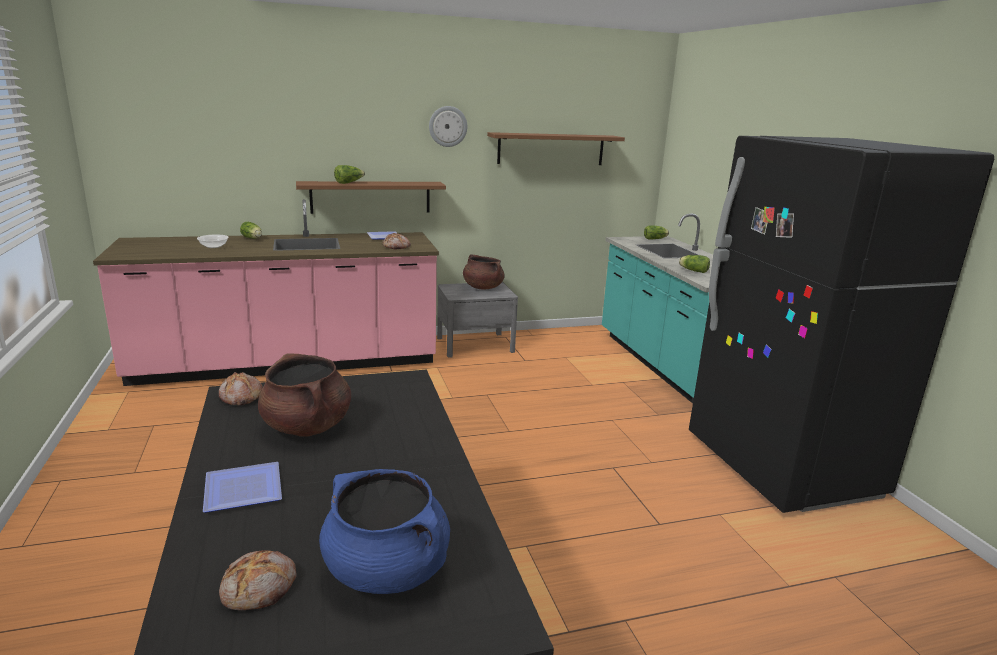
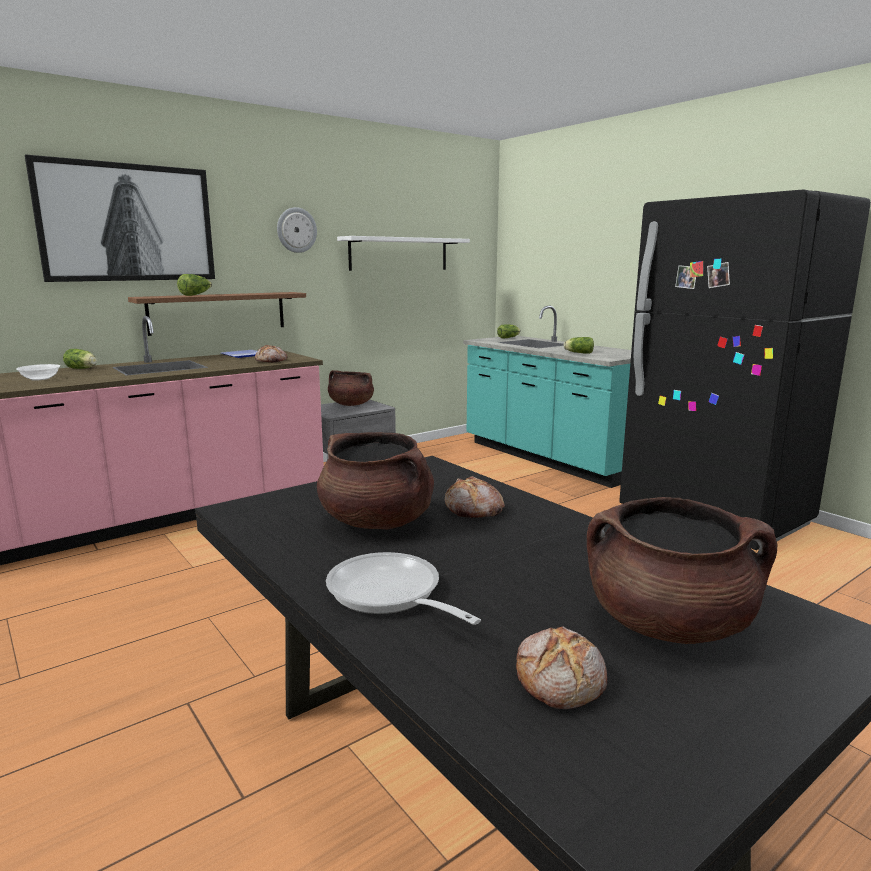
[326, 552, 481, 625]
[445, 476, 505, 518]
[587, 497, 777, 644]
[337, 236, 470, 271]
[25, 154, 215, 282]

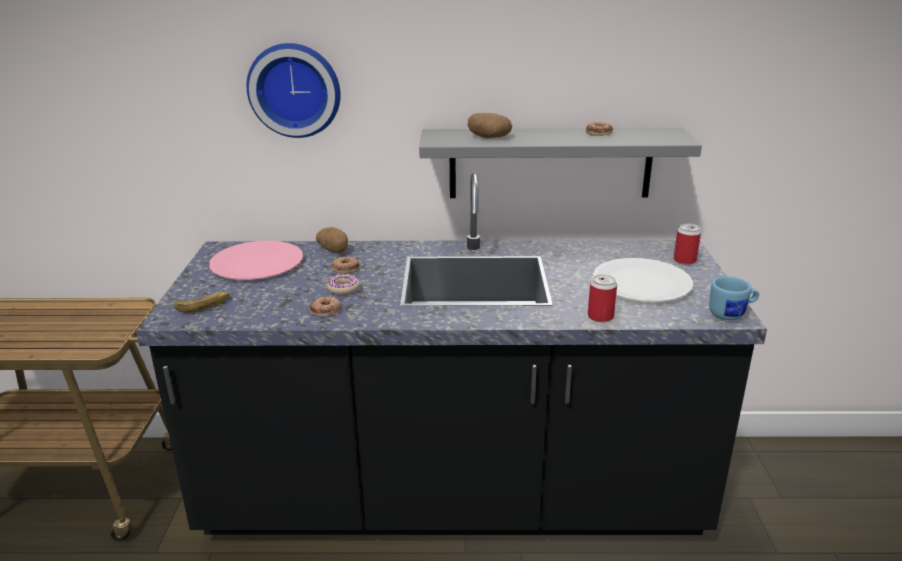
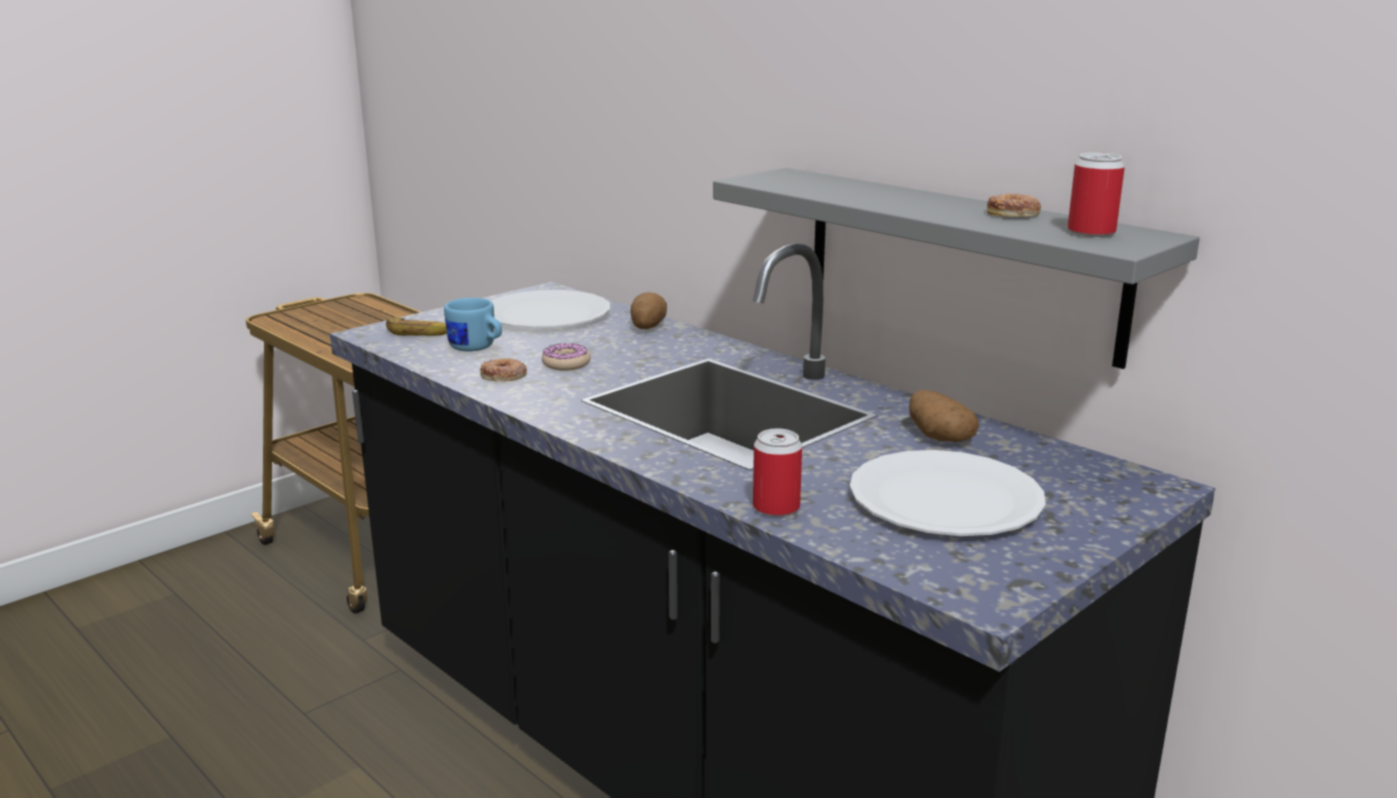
[491, 290, 610, 328]
[247, 43, 341, 138] (first image)
[331, 256, 360, 274] (first image)
[909, 390, 979, 442]
[1067, 152, 1125, 237]
[444, 298, 502, 352]

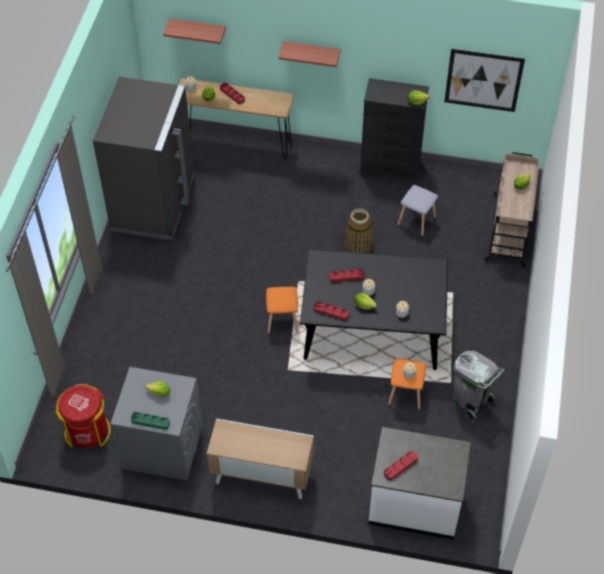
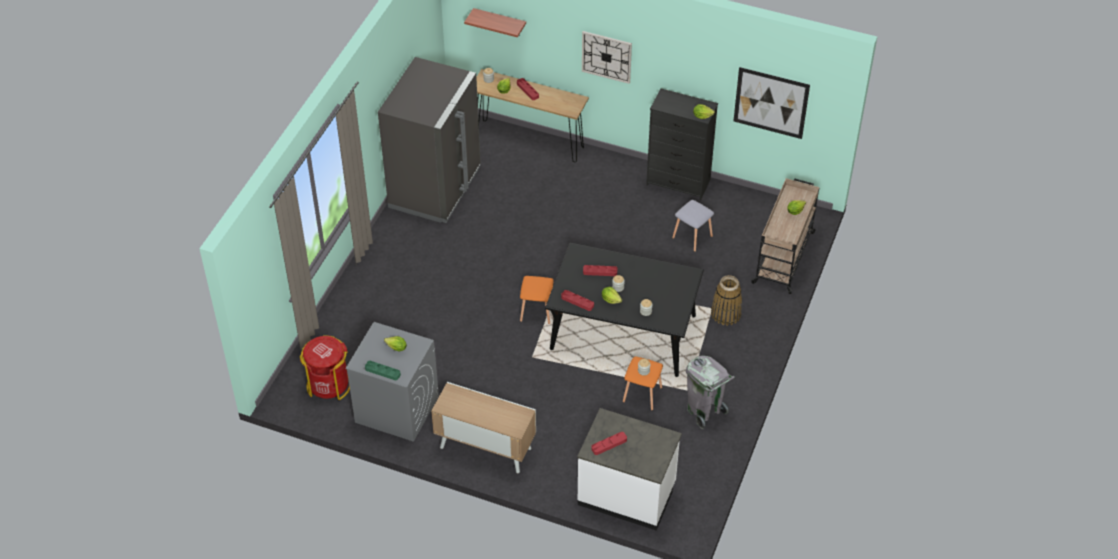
[582, 31, 632, 84]
[711, 275, 742, 326]

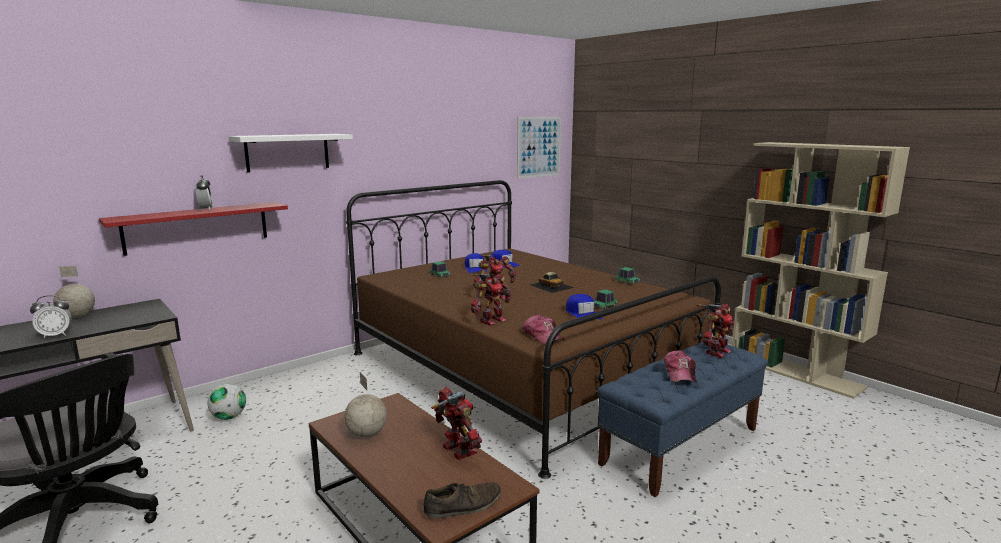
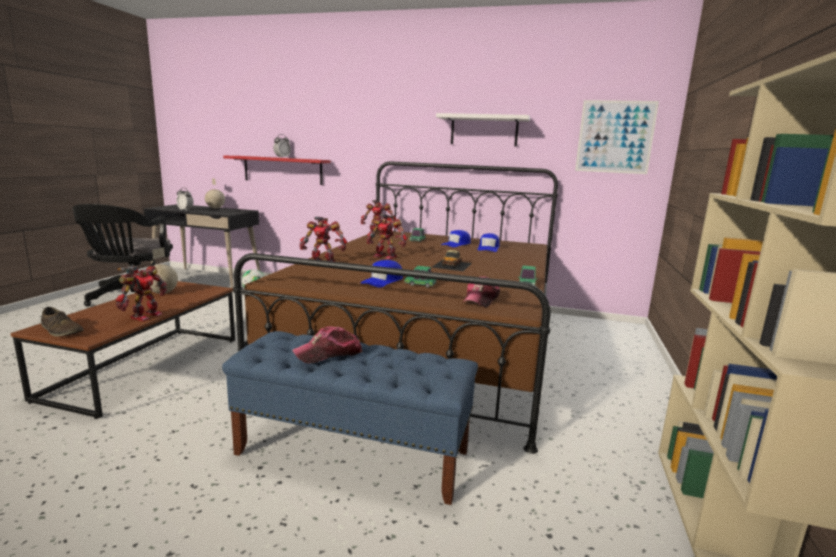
[436, 113, 530, 147]
[462, 276, 500, 308]
[361, 200, 396, 235]

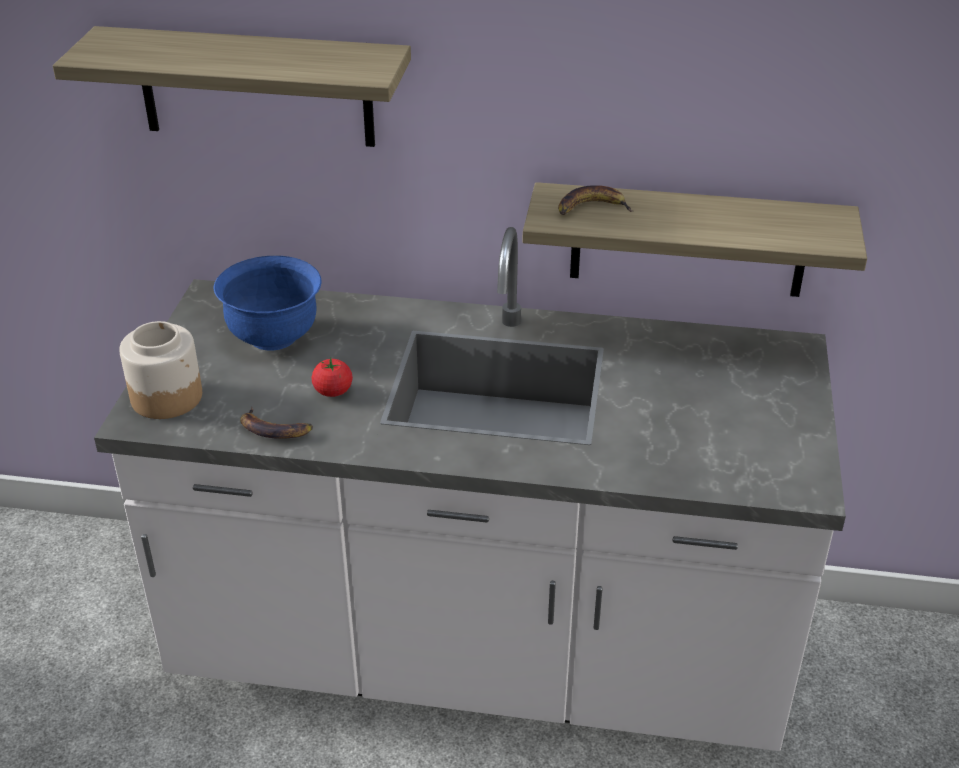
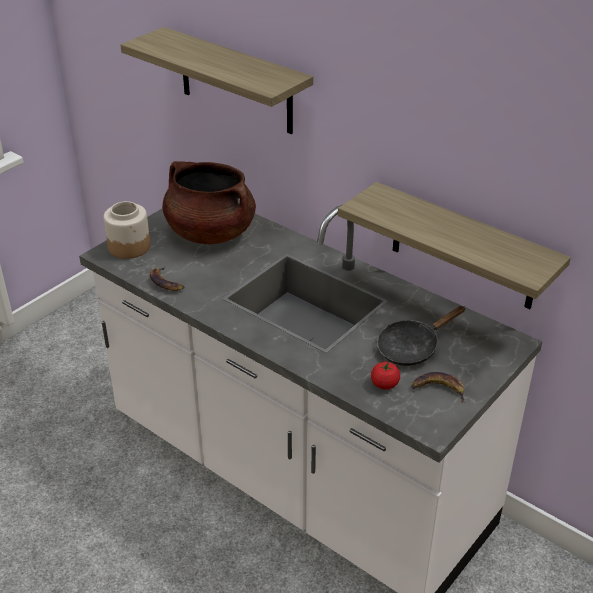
[162, 161, 256, 244]
[371, 361, 400, 389]
[412, 372, 465, 403]
[377, 306, 466, 366]

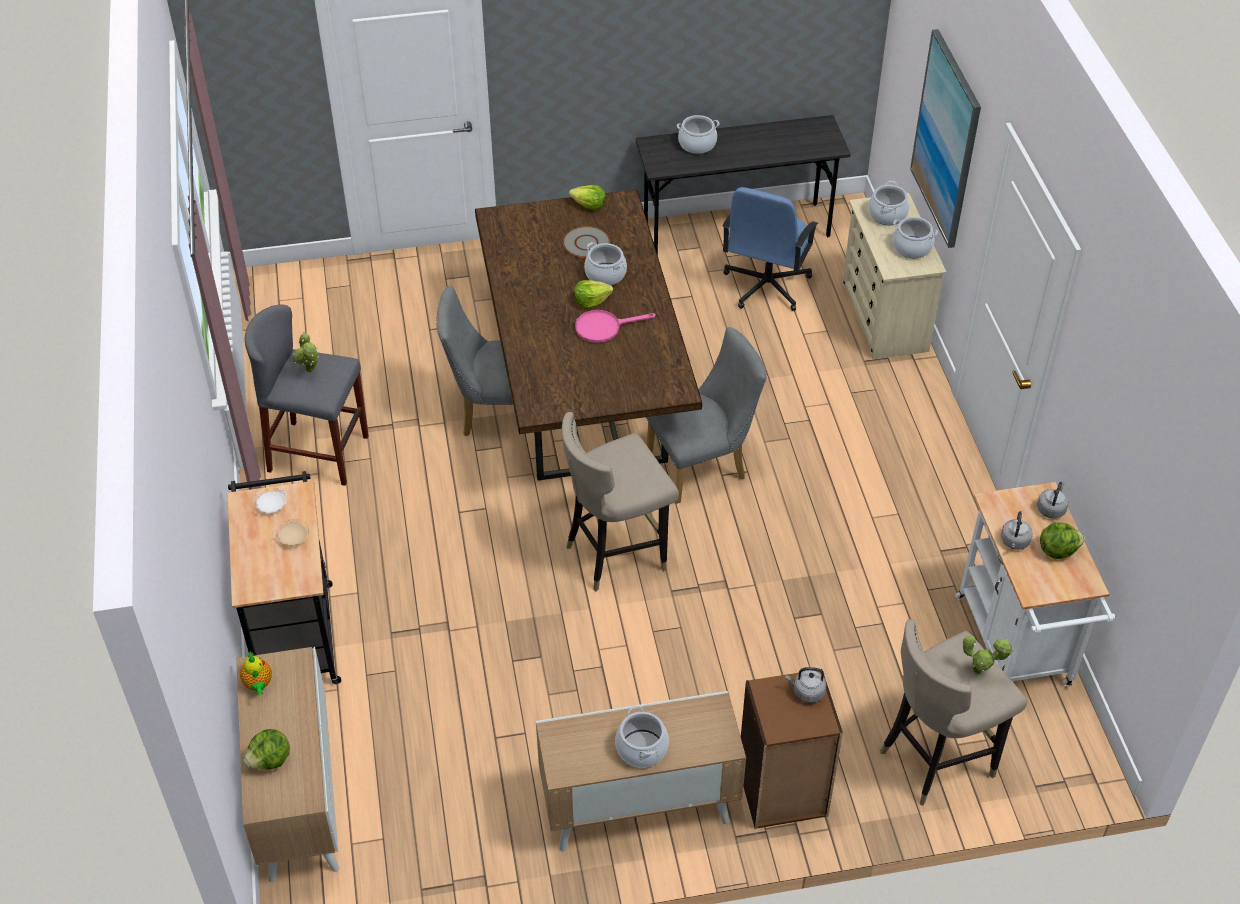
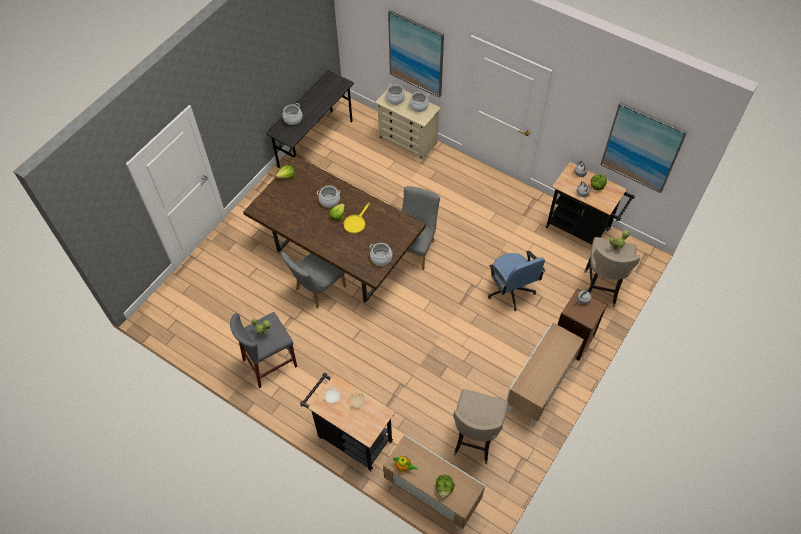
[453, 389, 508, 464]
[563, 226, 610, 258] (first image)
[343, 203, 370, 234]
[369, 243, 392, 266]
[488, 251, 545, 311]
[546, 162, 635, 245]
[600, 102, 687, 193]

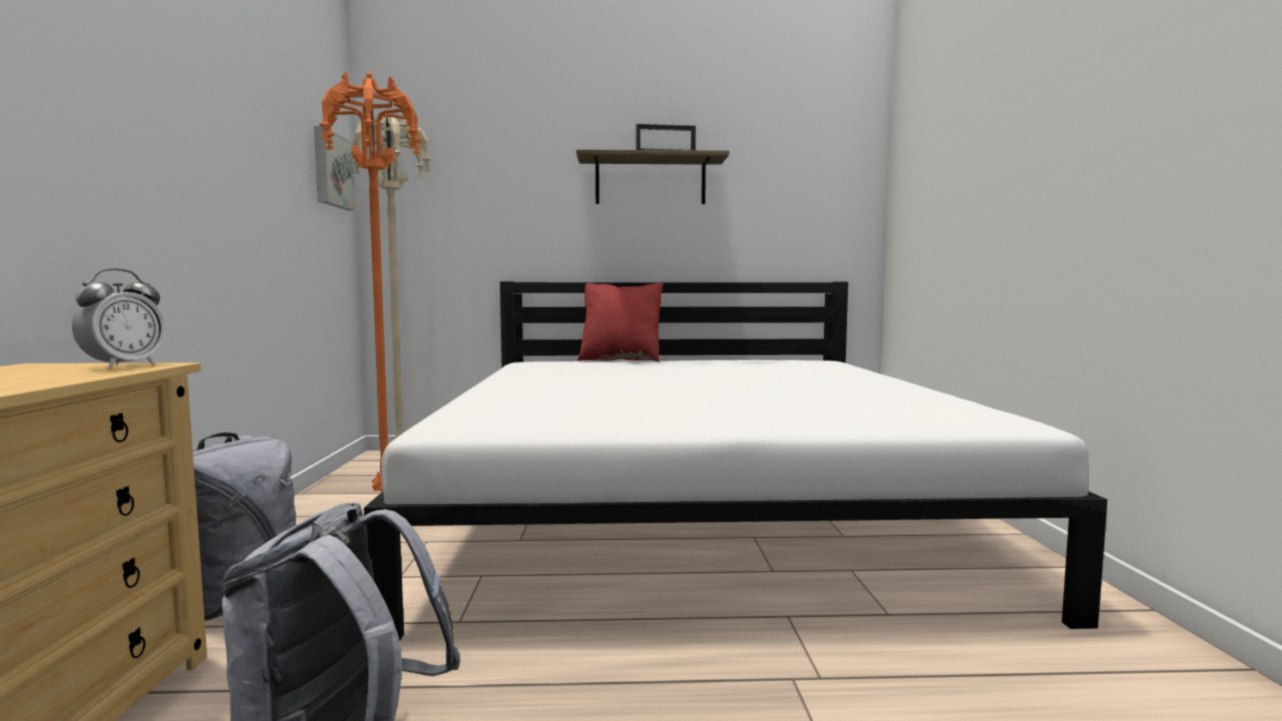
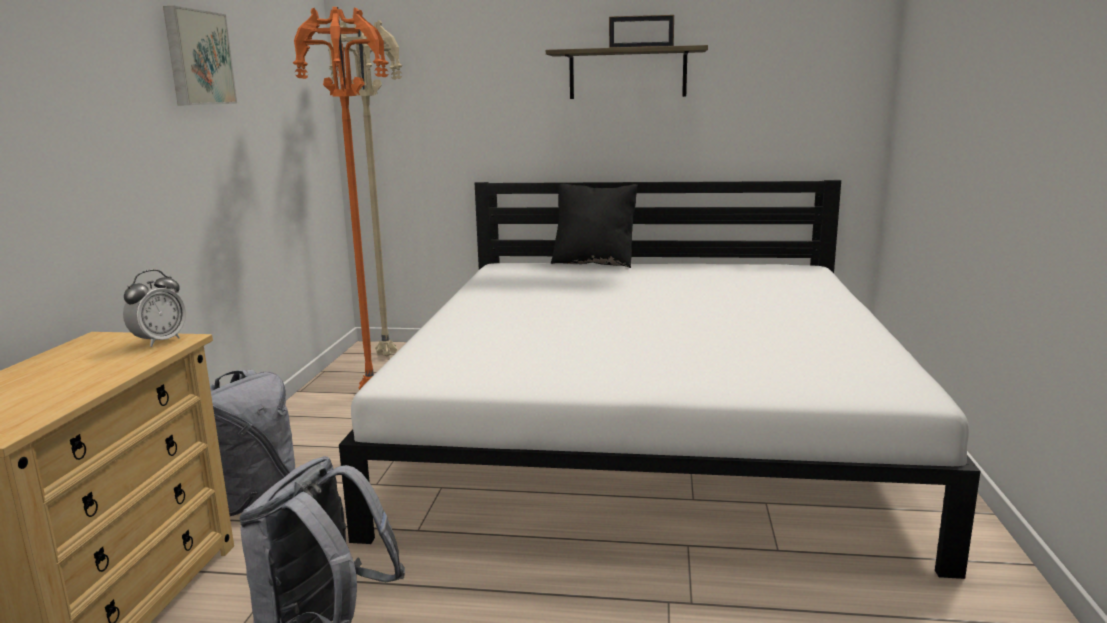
[163, 6, 237, 105]
[551, 184, 638, 268]

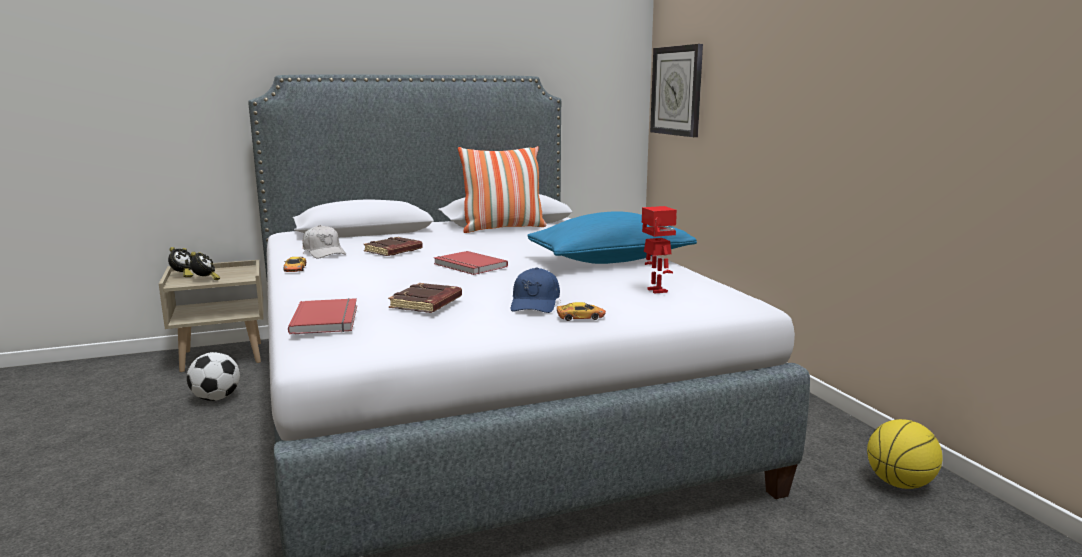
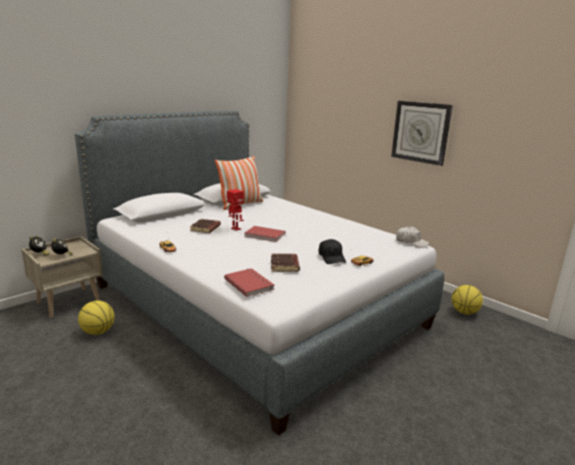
[78, 301, 115, 335]
[396, 226, 429, 248]
[319, 239, 346, 264]
[527, 211, 697, 264] (first image)
[227, 189, 244, 231]
[391, 101, 453, 166]

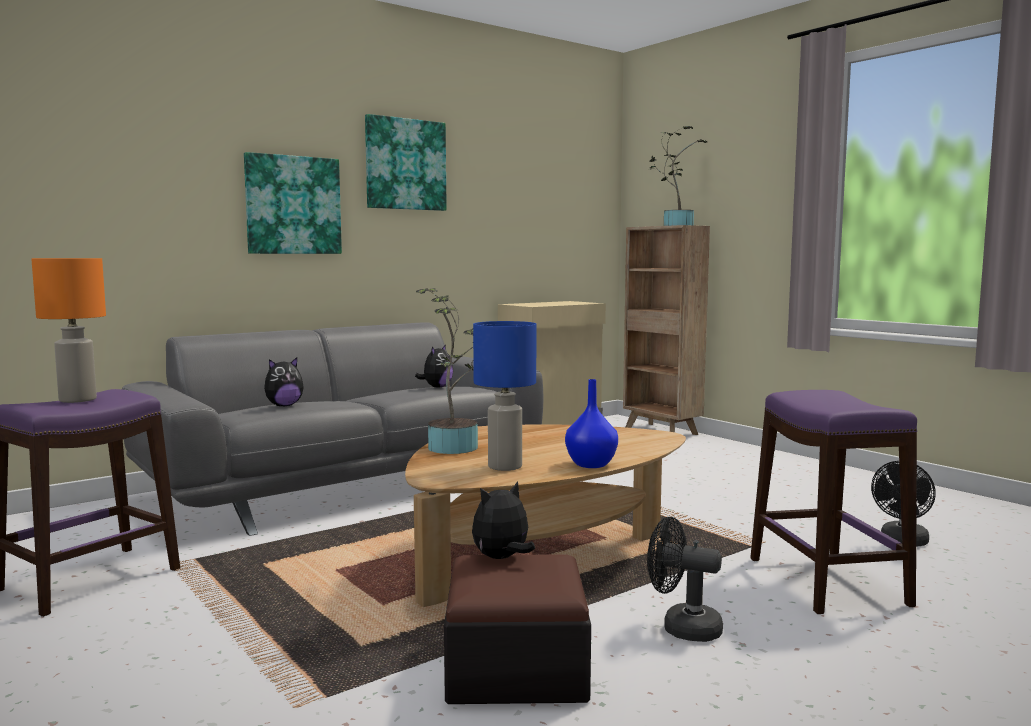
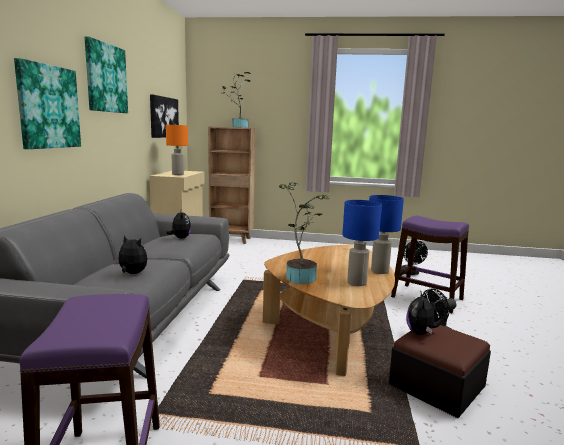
[166, 125, 188, 175]
[113, 235, 147, 274]
[369, 195, 404, 274]
[150, 95, 179, 138]

